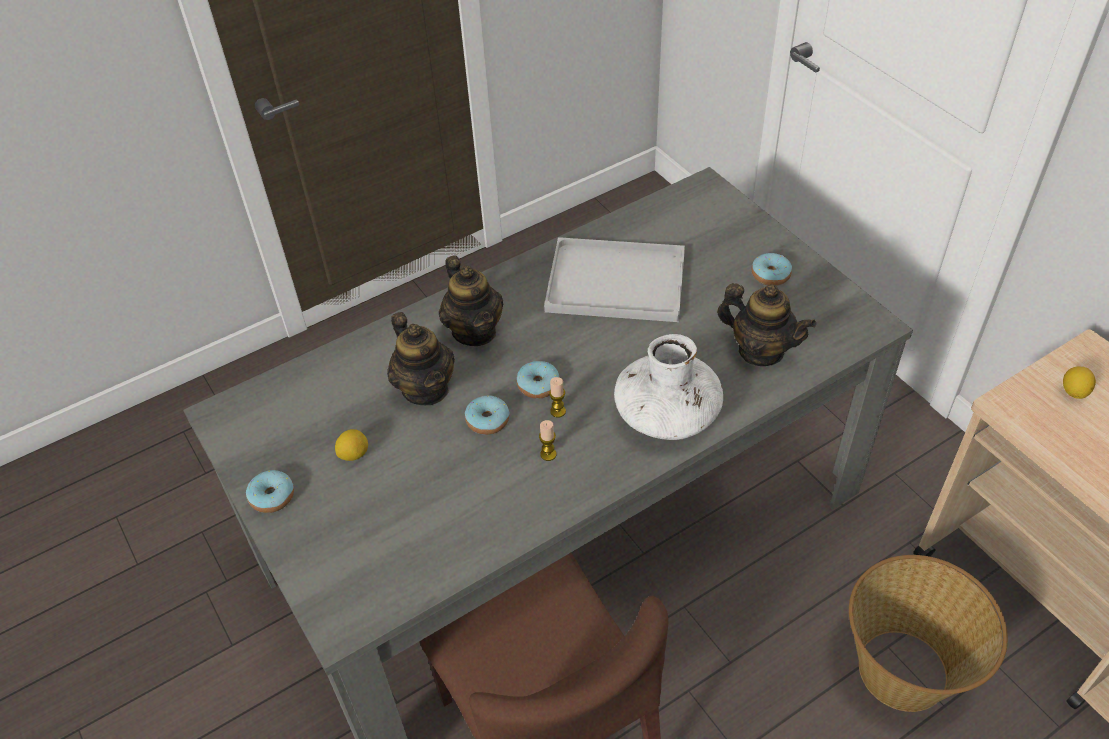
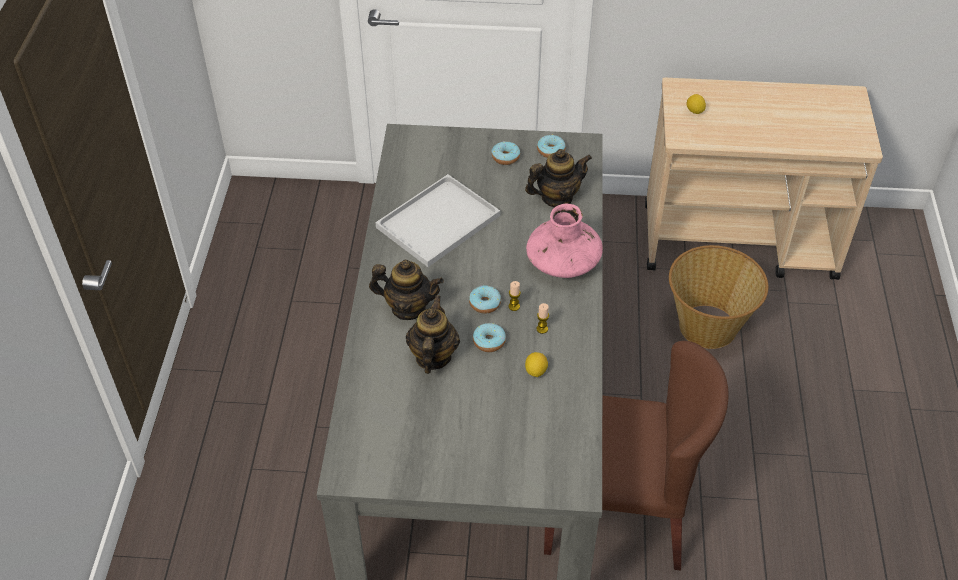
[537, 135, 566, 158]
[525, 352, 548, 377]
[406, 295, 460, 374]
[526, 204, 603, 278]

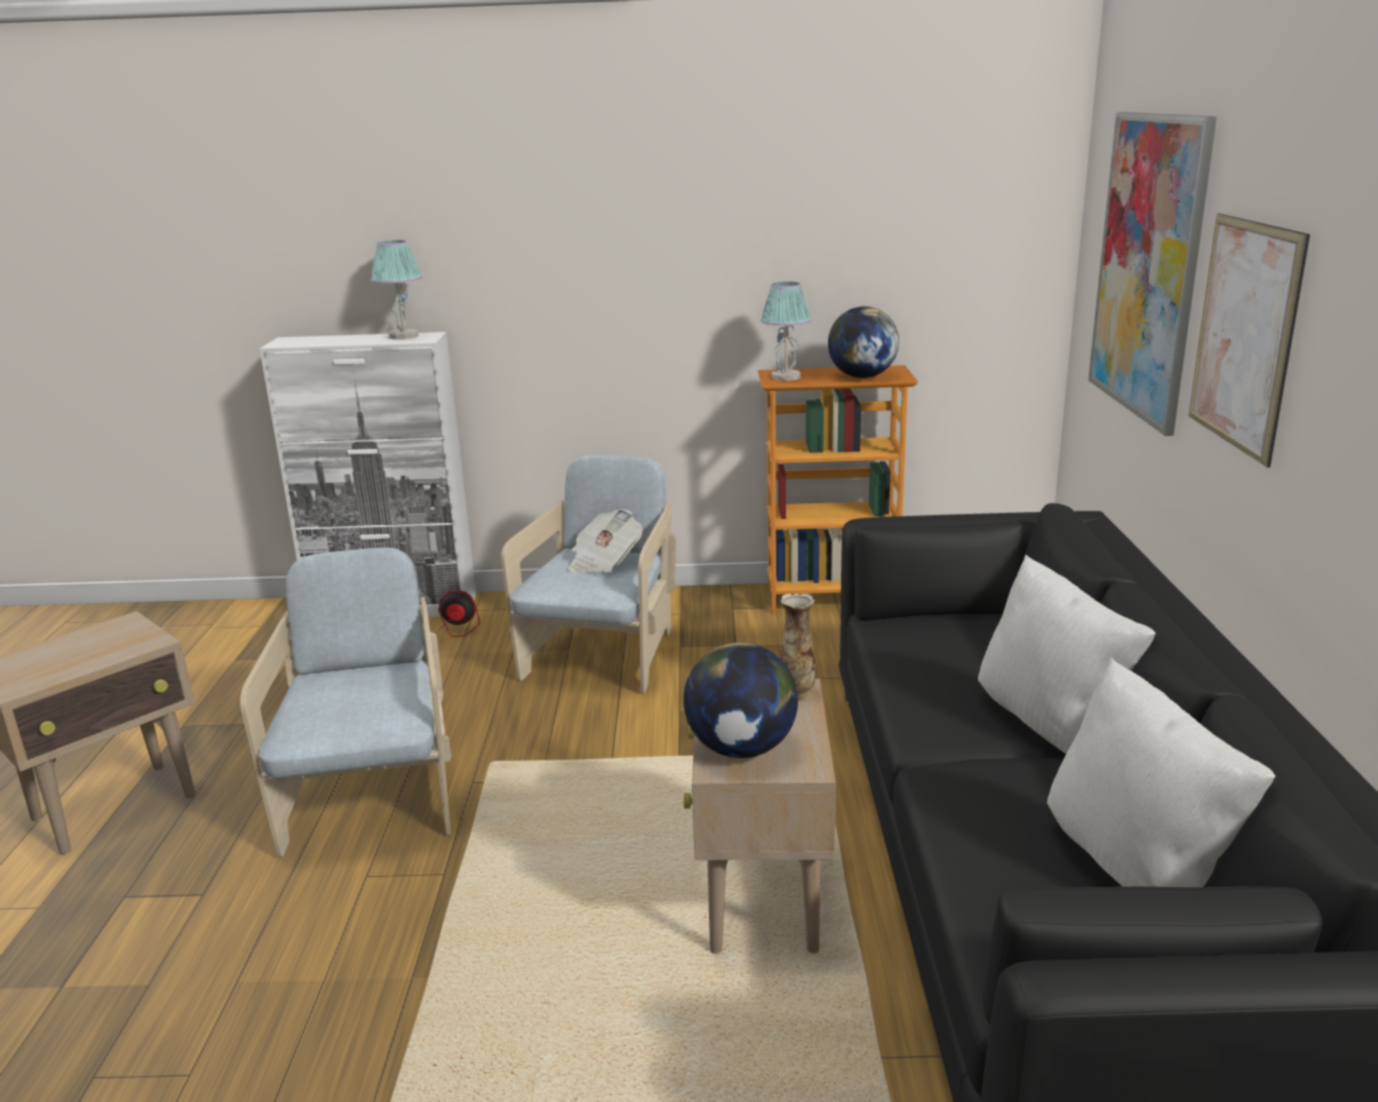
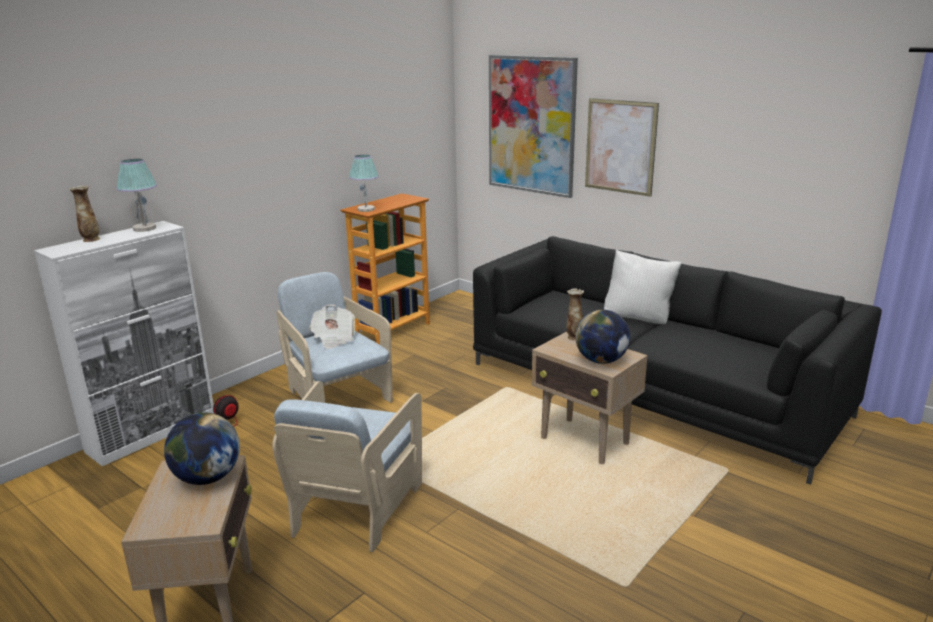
[272, 381, 422, 552]
[164, 412, 240, 485]
[1047, 658, 1276, 887] (first image)
[69, 185, 100, 242]

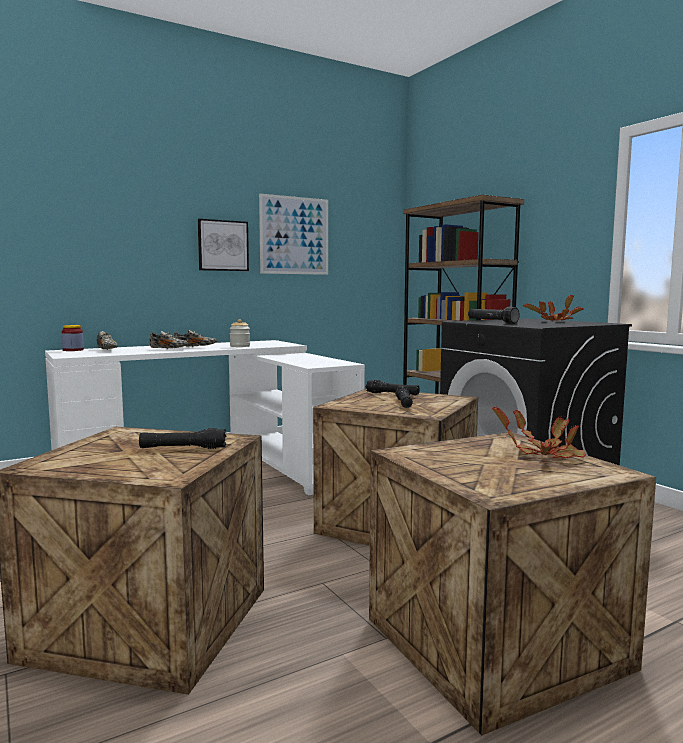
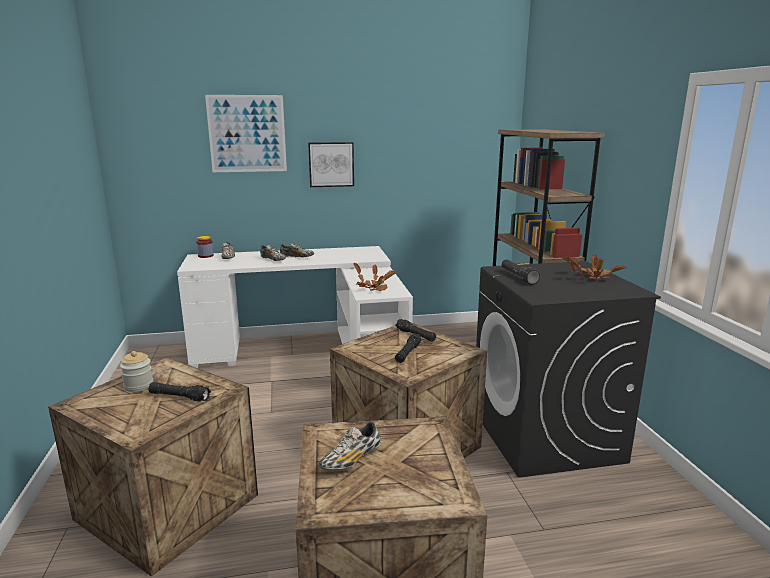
[120, 351, 153, 392]
[205, 95, 287, 172]
[353, 263, 396, 291]
[319, 422, 381, 471]

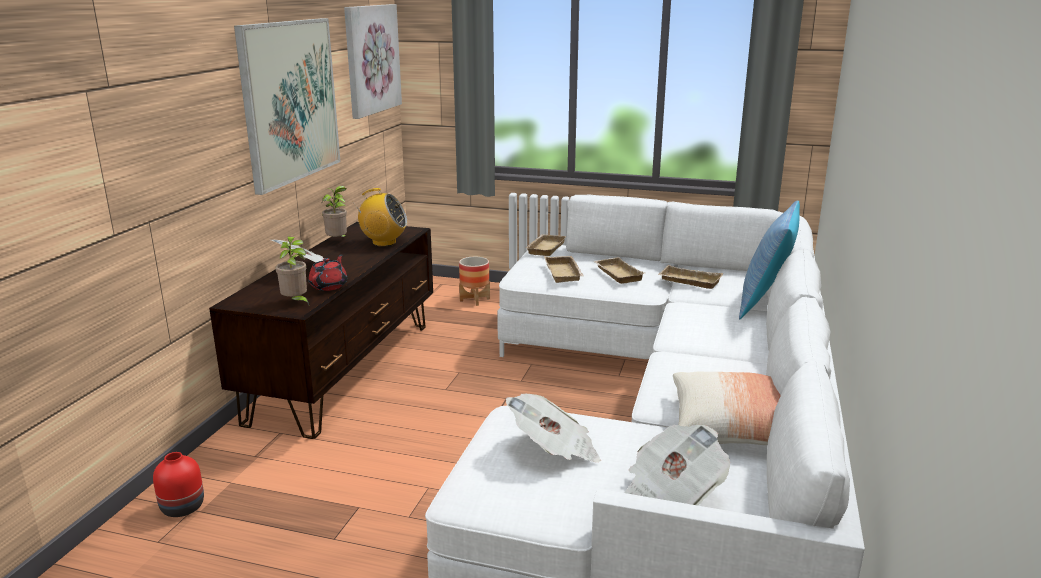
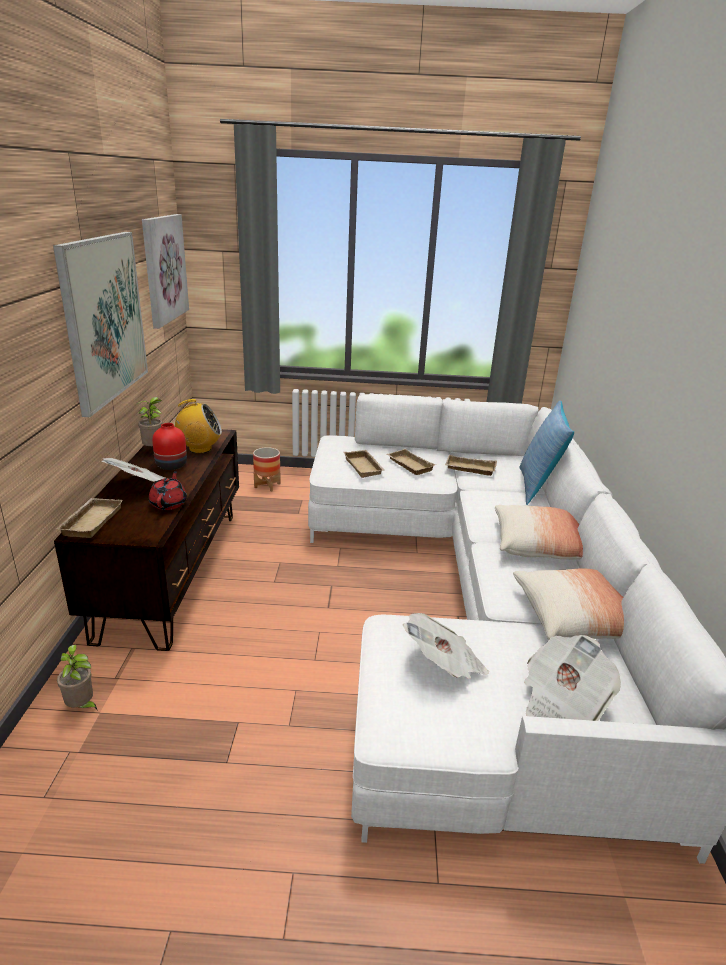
[152, 423, 187, 470]
[57, 644, 98, 711]
[56, 498, 123, 538]
[495, 505, 583, 560]

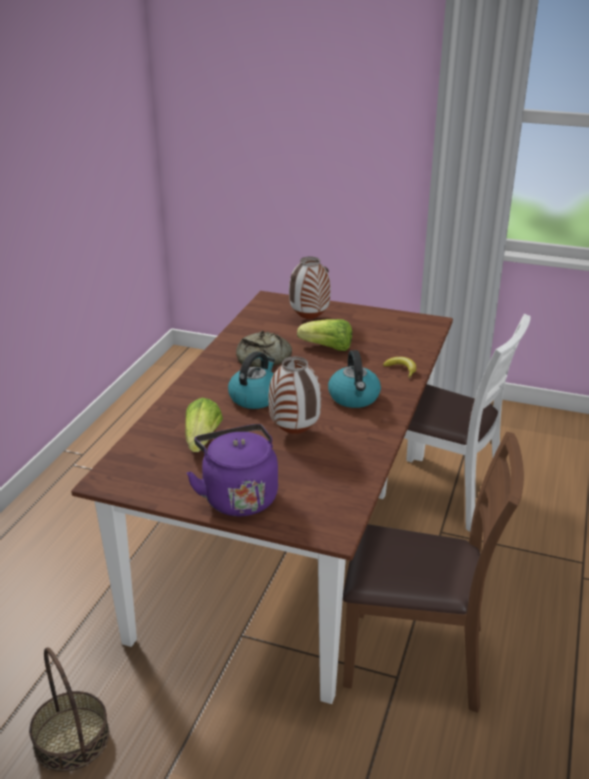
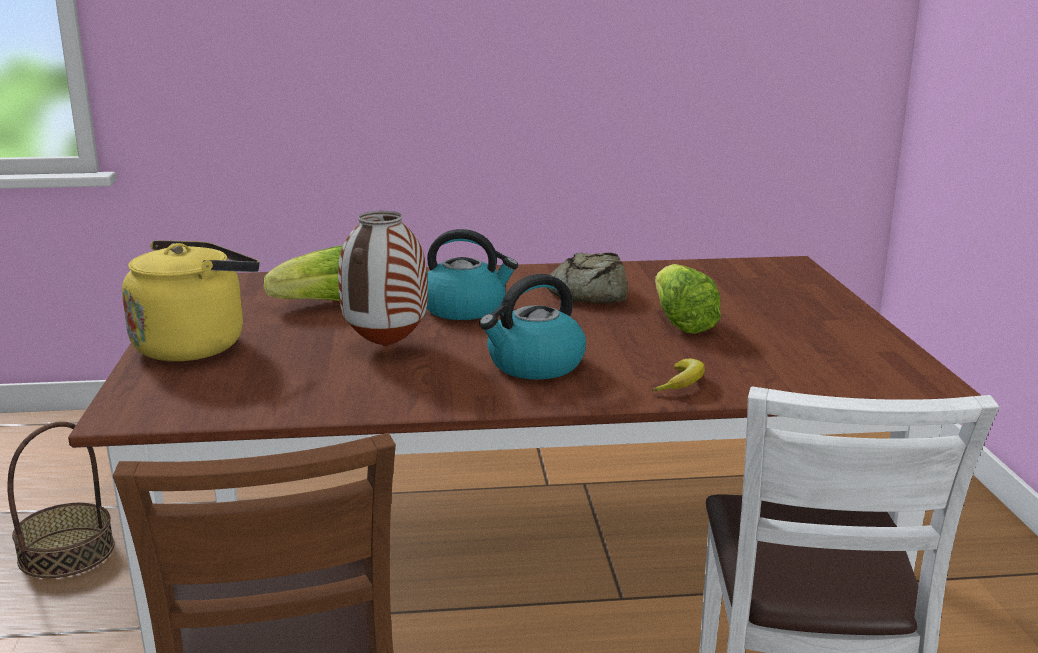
[122, 240, 259, 361]
[289, 257, 331, 320] (first image)

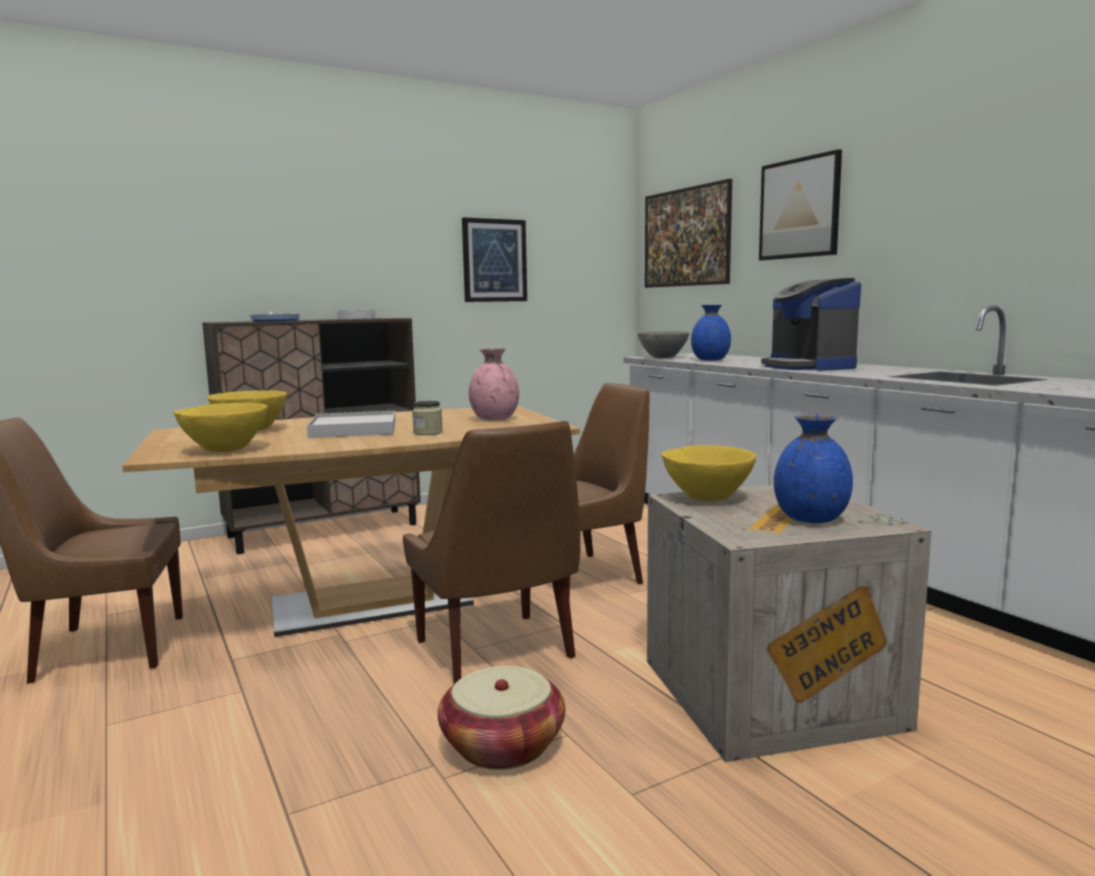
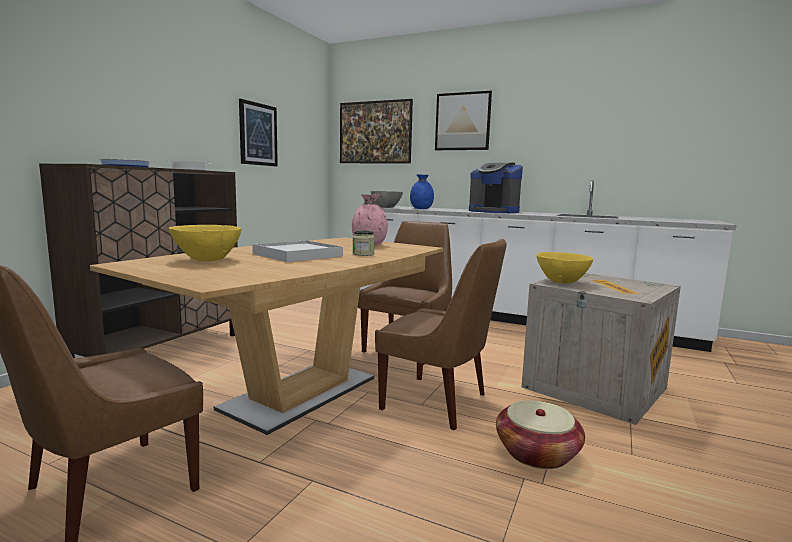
[173, 403, 268, 452] (first image)
[774, 415, 853, 523] (first image)

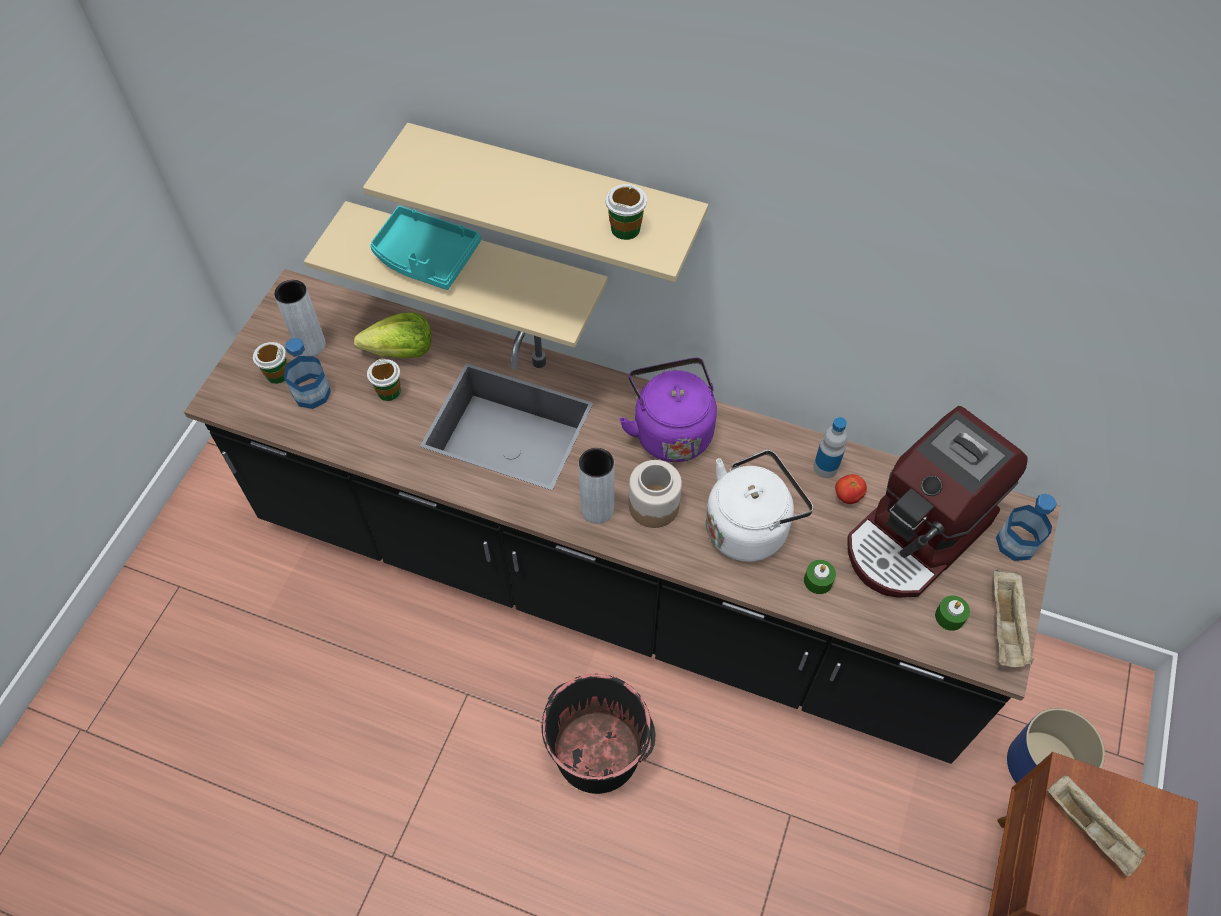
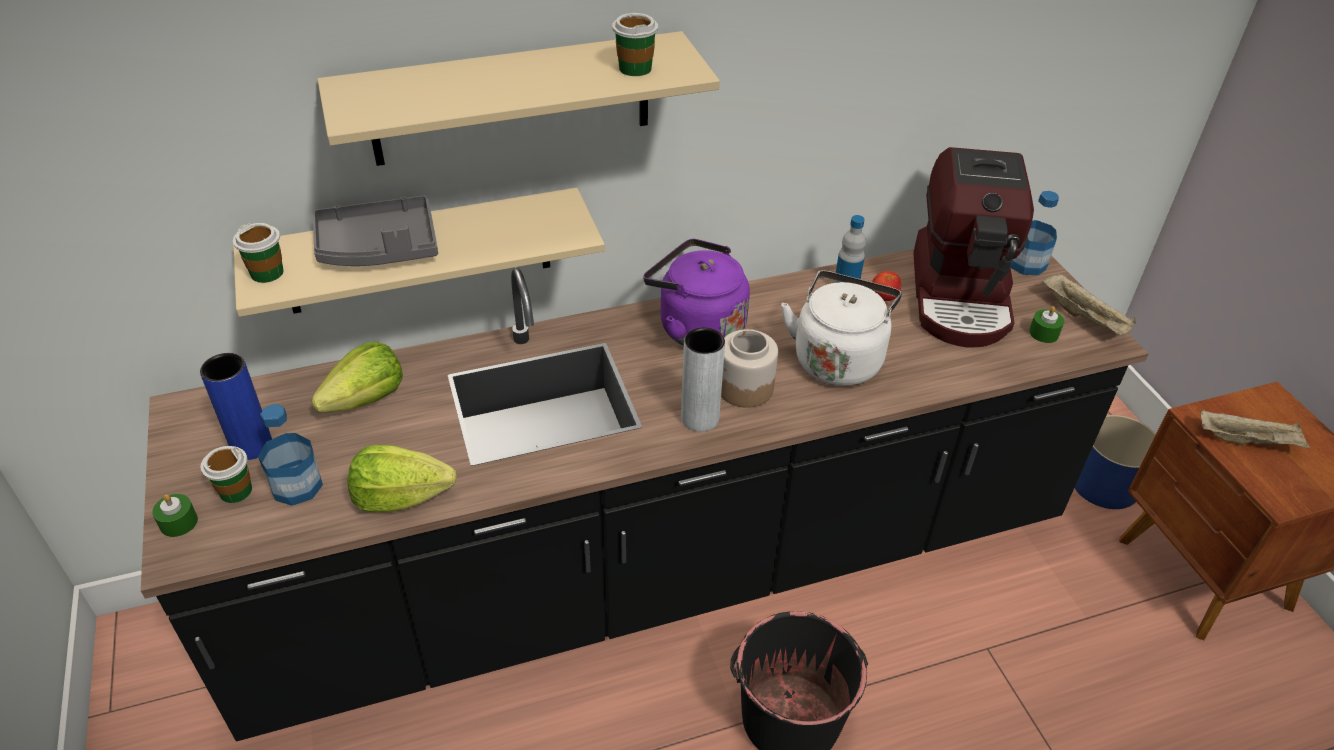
[200, 353, 272, 460]
[233, 223, 284, 283]
[313, 195, 438, 266]
[152, 494, 198, 537]
[348, 445, 457, 512]

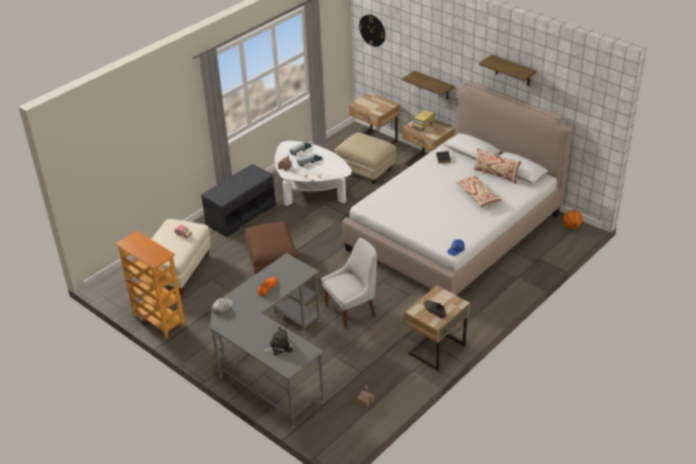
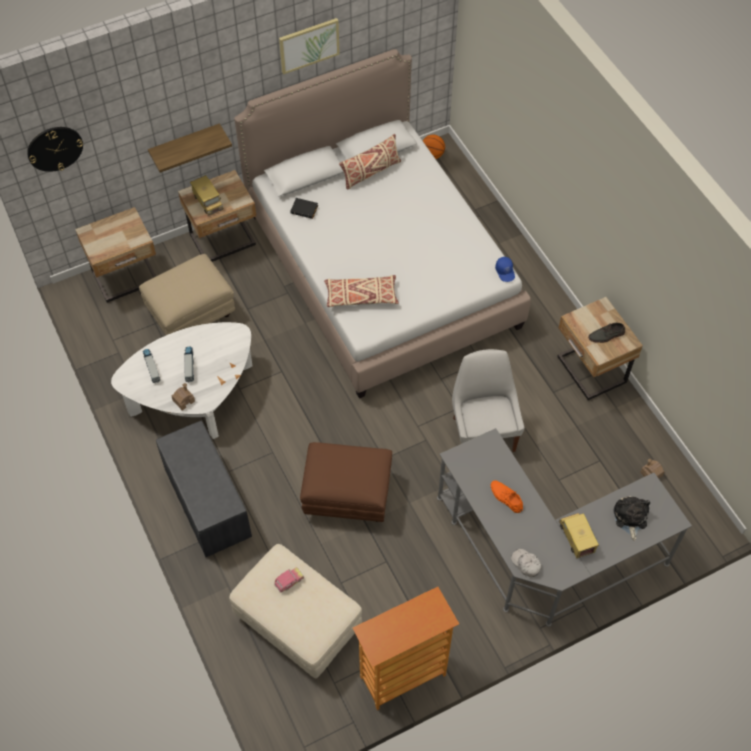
[324, 275, 399, 307]
[279, 18, 340, 74]
[559, 513, 599, 558]

